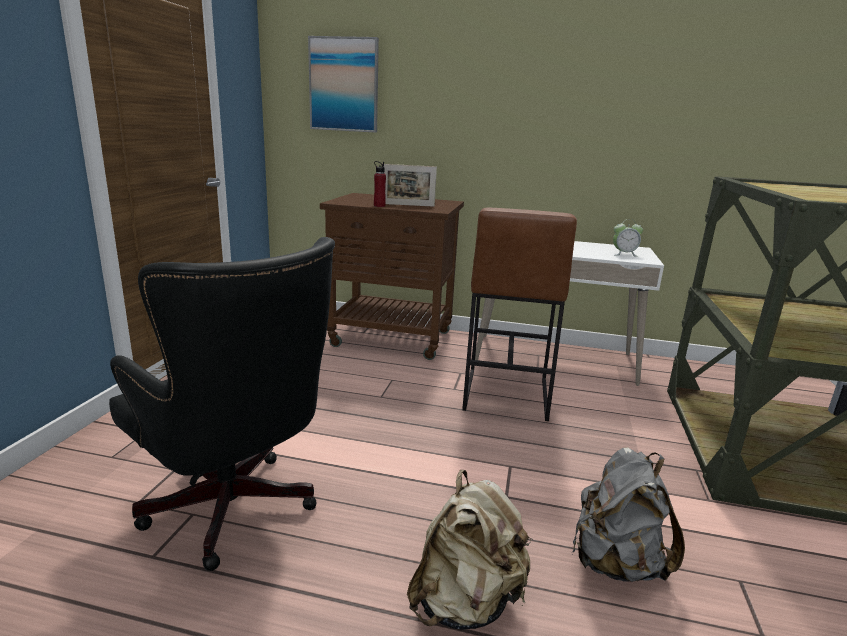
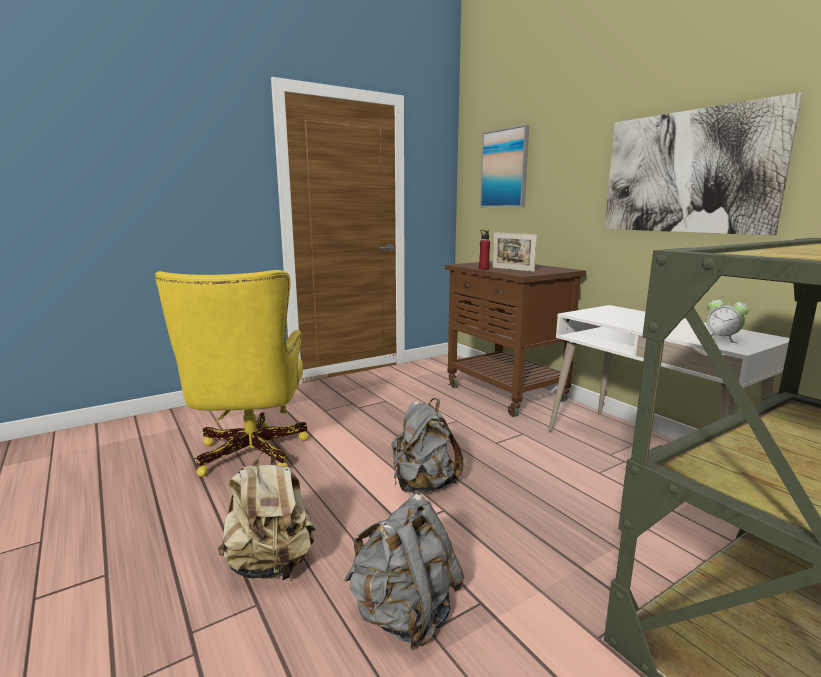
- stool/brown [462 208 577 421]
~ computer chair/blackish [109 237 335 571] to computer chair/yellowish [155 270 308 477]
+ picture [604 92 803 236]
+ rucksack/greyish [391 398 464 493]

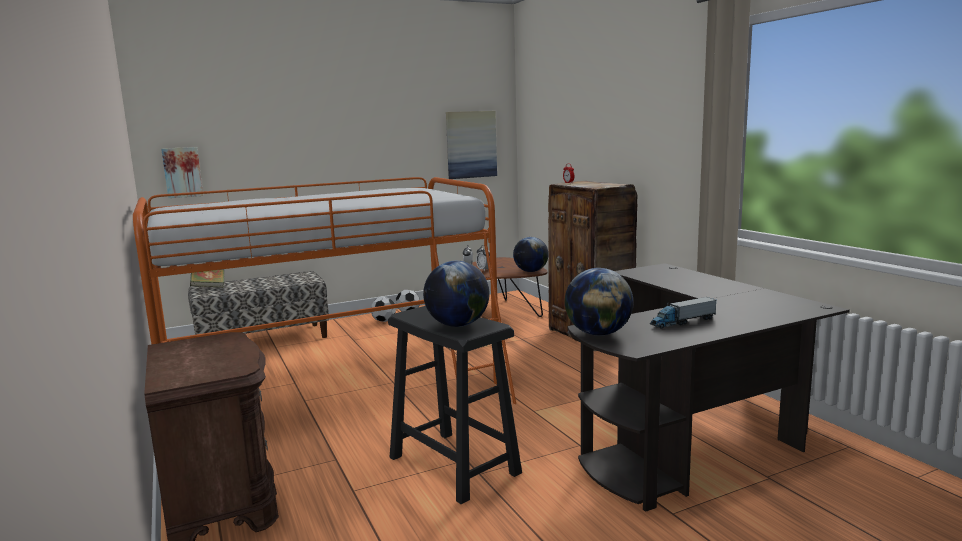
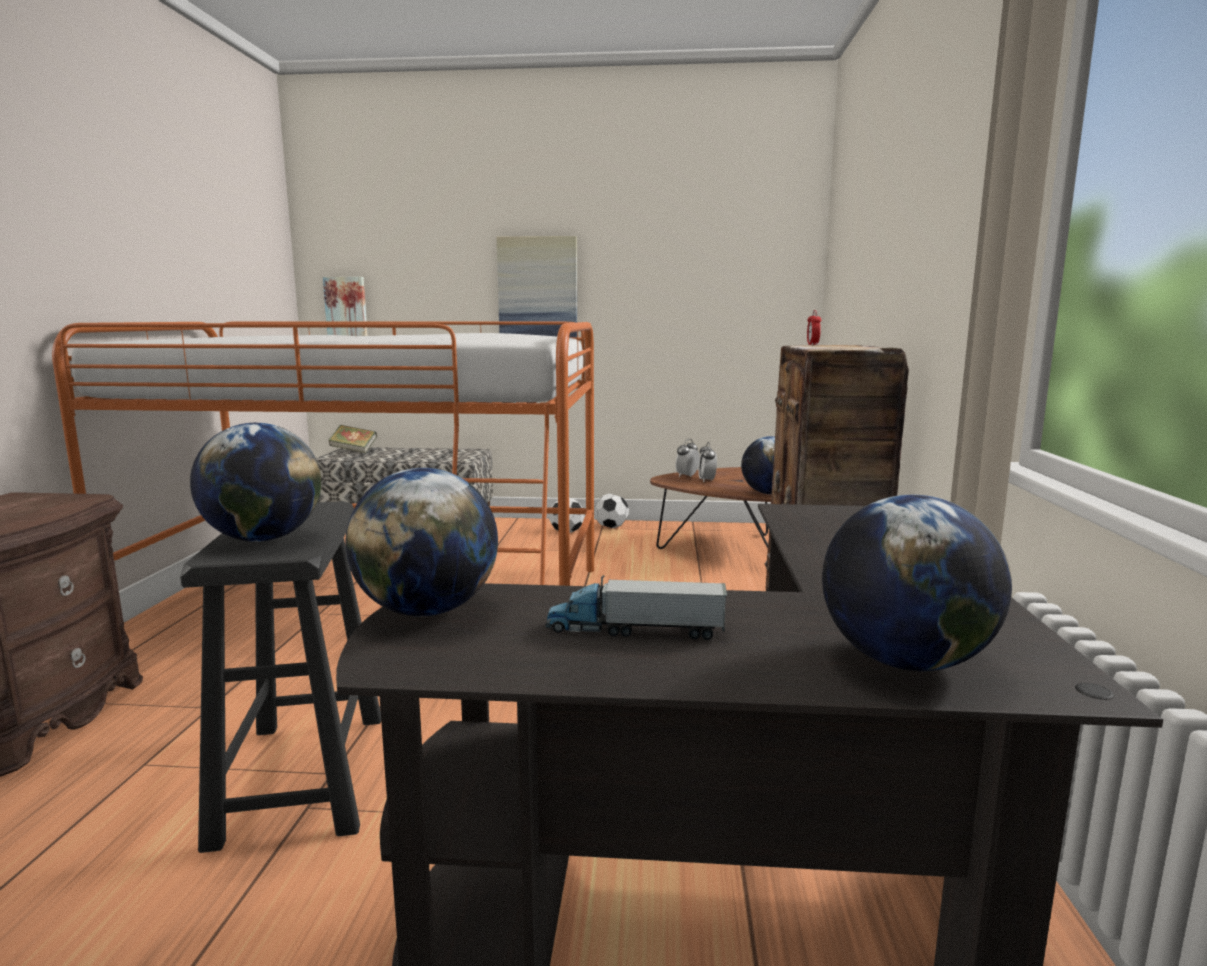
~ picture [446 111 497 179] to [497 236 577 337]
+ desk globe [822 495 1012 671]

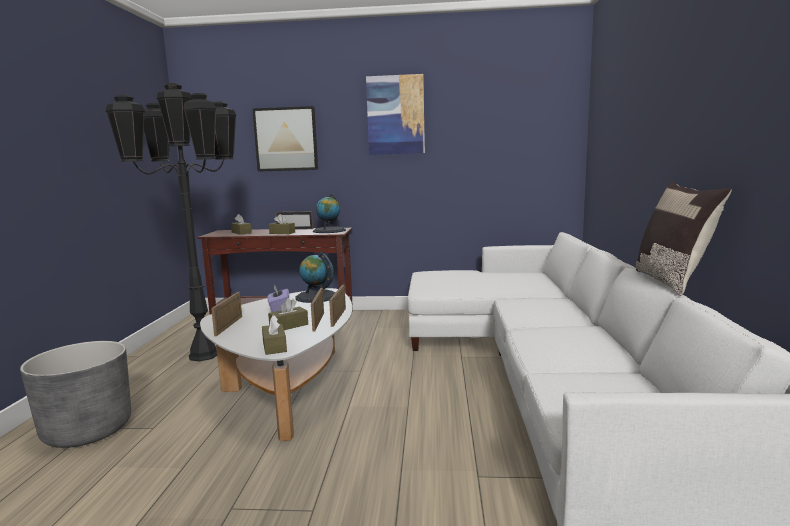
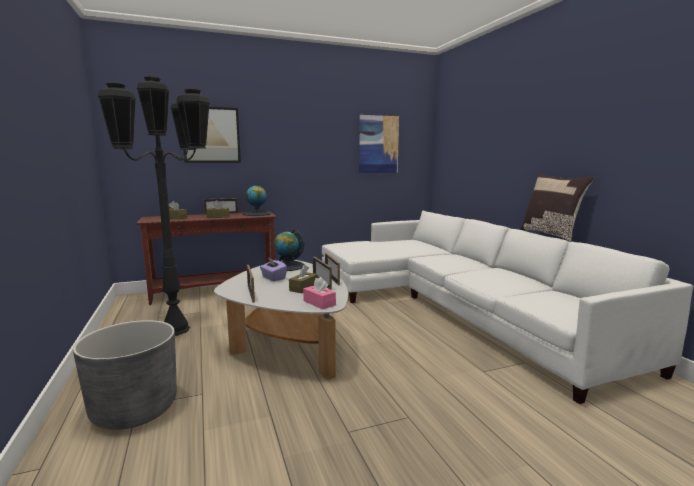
~ picture [366 74 425 155] to [359 115 399 173]
~ box of tissues/brown [262 315 287 355] to box of tissues/pink-coloured [303 277 336 309]

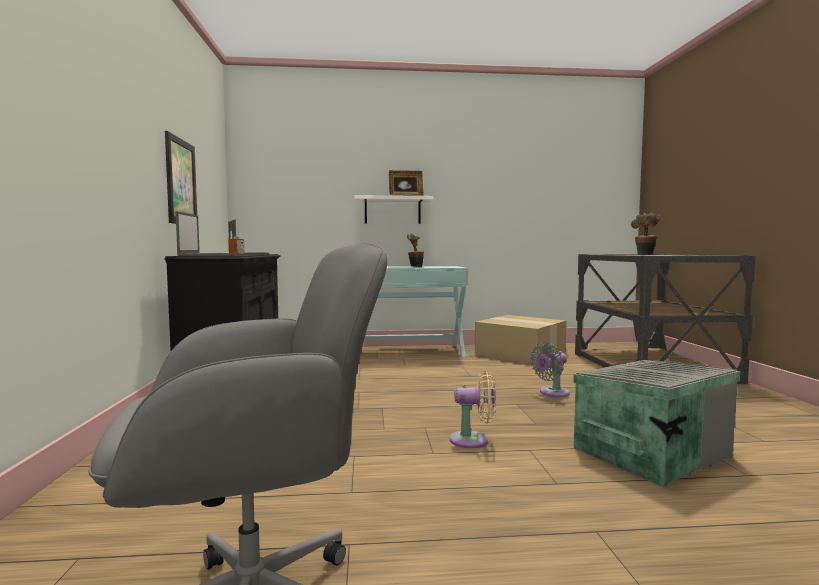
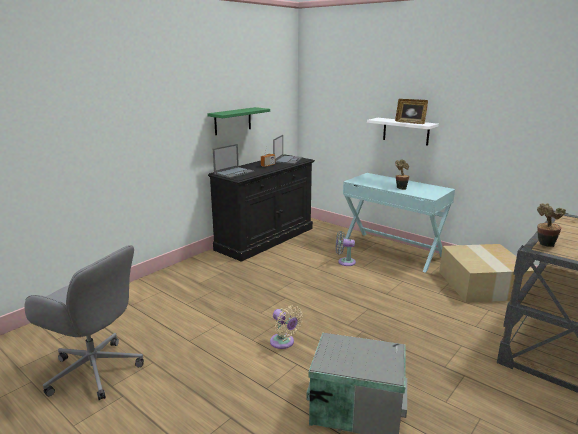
~ picture [165 131 197 224] to wall shelf/green [208 107 270 135]
~ cooling fan/greyish [530 342 570 397] to [336 231 356 266]

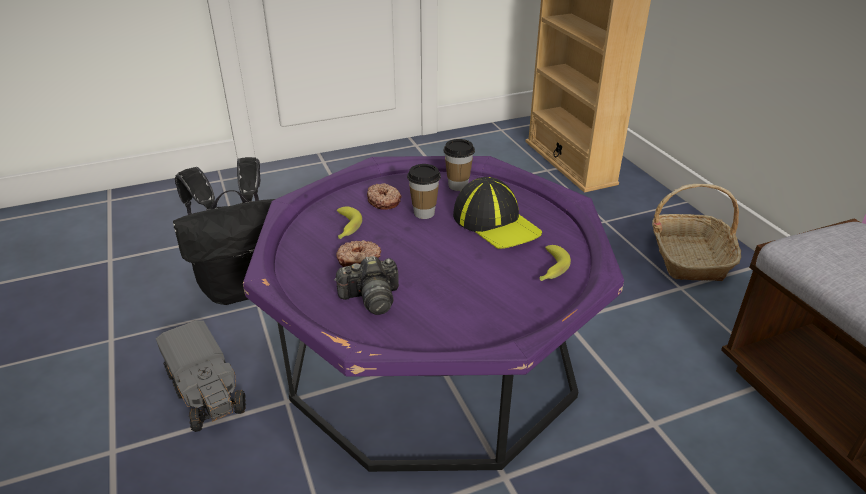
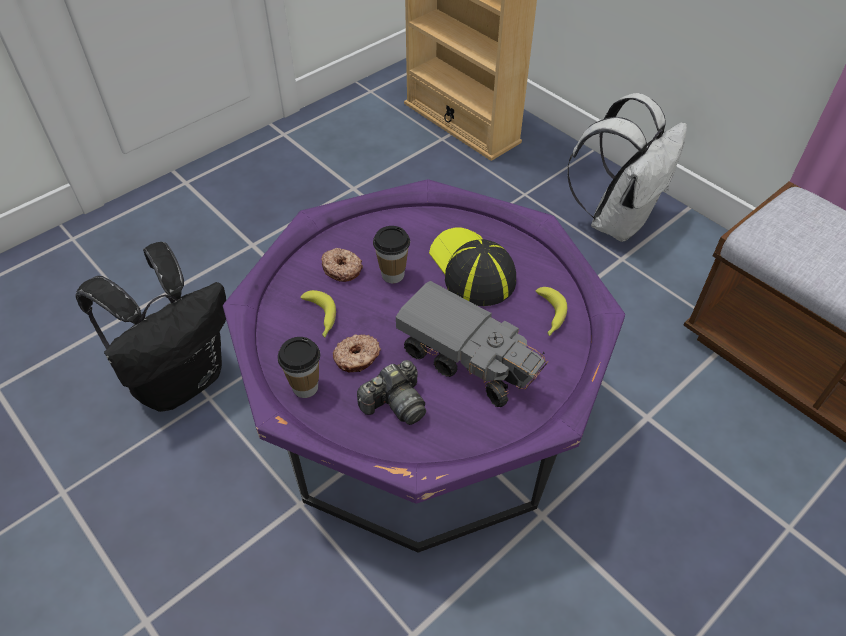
~ small cup [443 139 475 191] to [278 337 320 398]
~ peaked cap [453 177 542 249] = [429 228 516 306] 150 degrees counterclockwise
~ storage basket [652 184 741 281] to rucksack/whitish [567 93 687 242]
~ toy lorry [156 320 246 432] to [396 281 548 407]

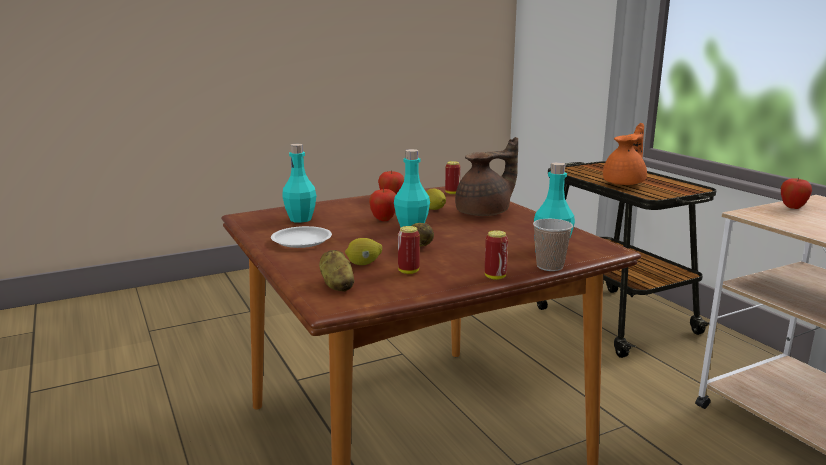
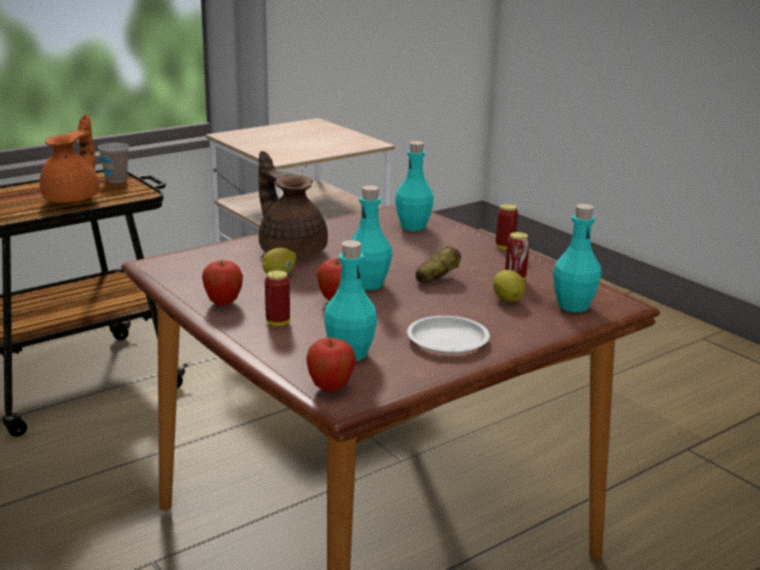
~ teapot/orange [603 123 647 185] = [40 114 100 203] 75 degrees clockwise
~ sealed can [445 161 461 194] to [265 270 290 326]
~ apple [781 177 812 209] to [306 338 356 392]
~ small cup [533 219 573 271] to [98 143 129 183]
~ whole potato [319 250 354 291] to beverage bottle/blue-green [553 204 602 312]

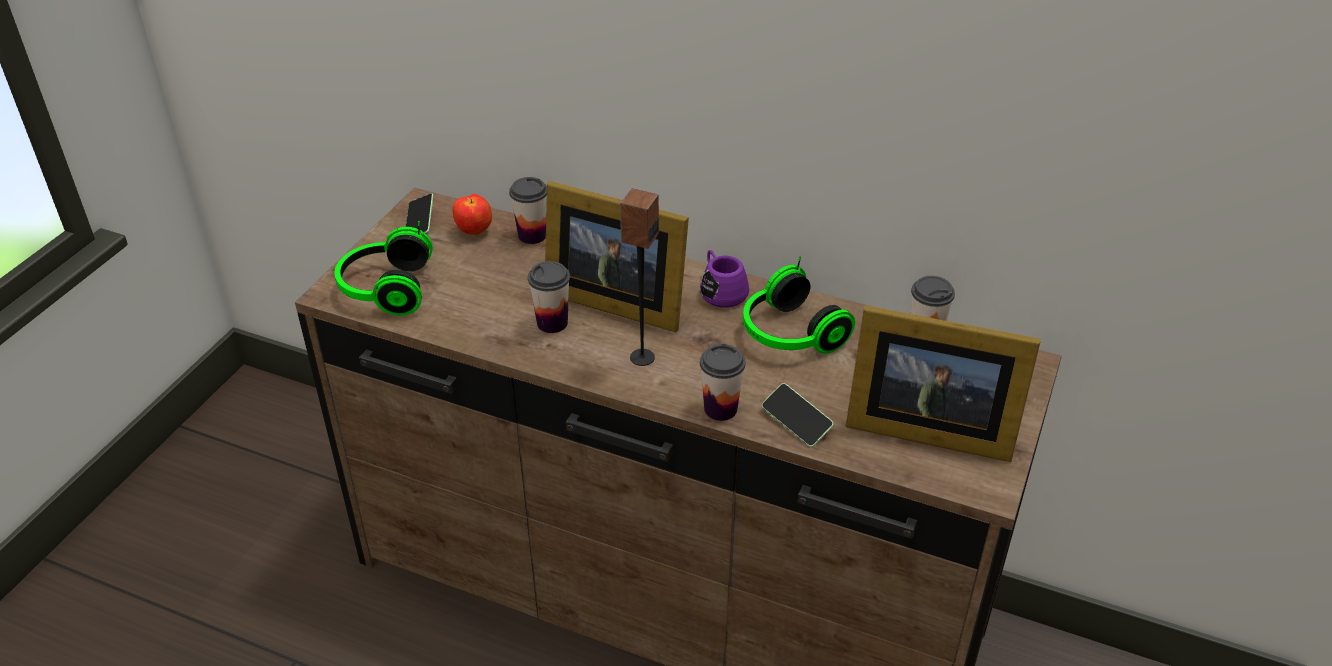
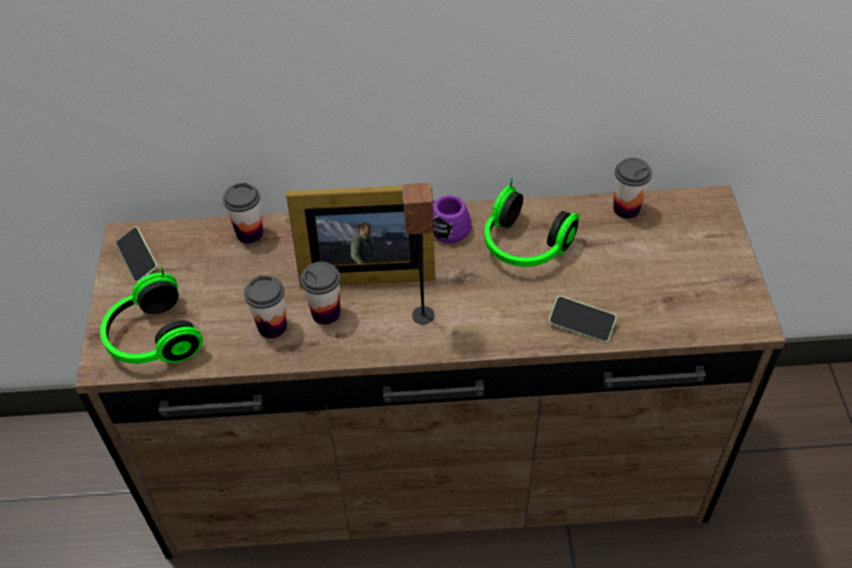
- apple [453 194 492 235]
- standing frame [846 305 1041 462]
~ small cup [700 344 745 421] to [244 275 287 338]

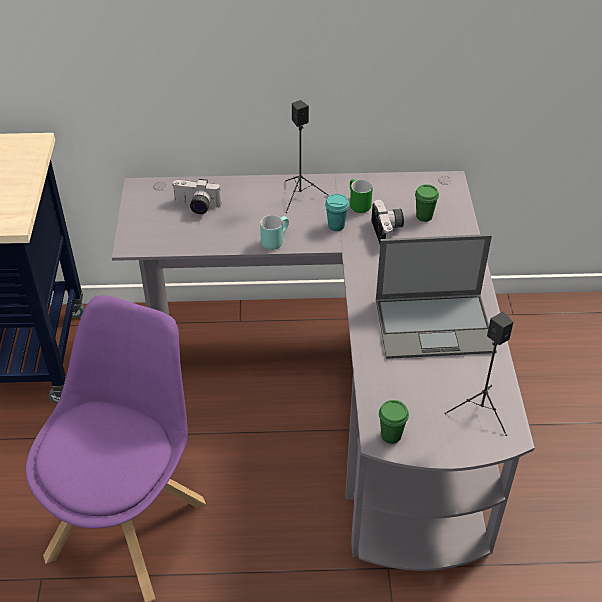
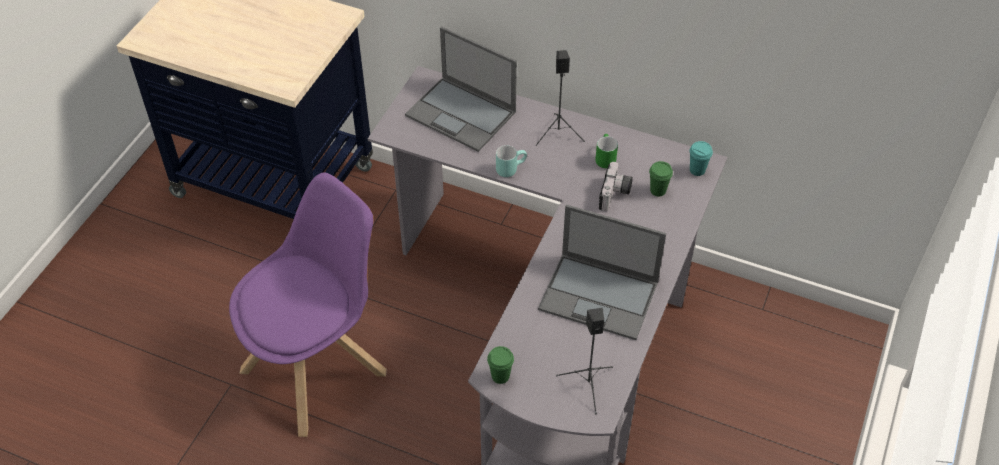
~ still camera [172 179 221 214] to laptop [405 26 517 152]
~ small cup/blue-green [325 194 349 231] to [689 141 713 176]

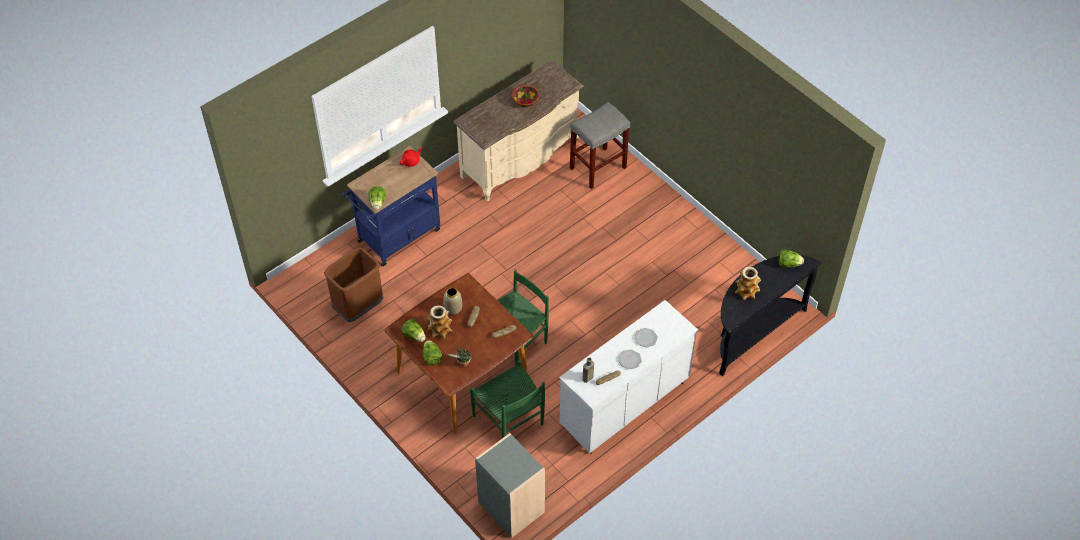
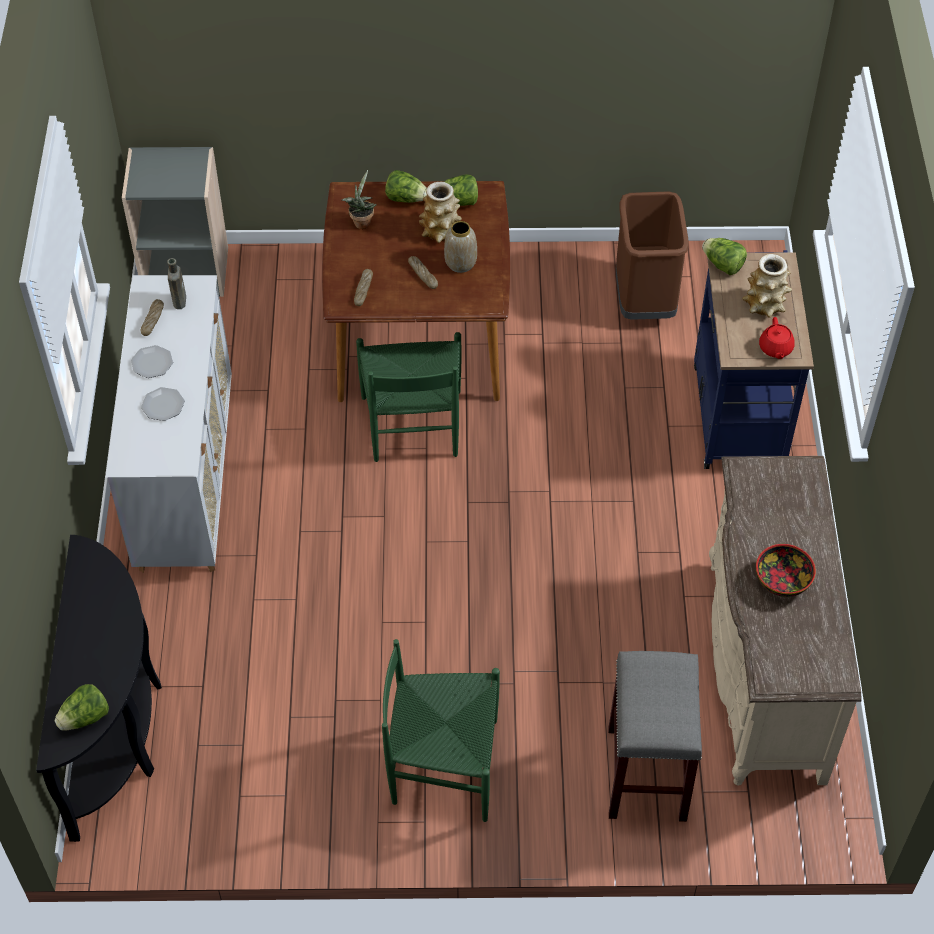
~ flower vase [735 267 761 300] to [742 254 792 318]
~ chair/green [470 360 545 438] to [382 639 500 822]

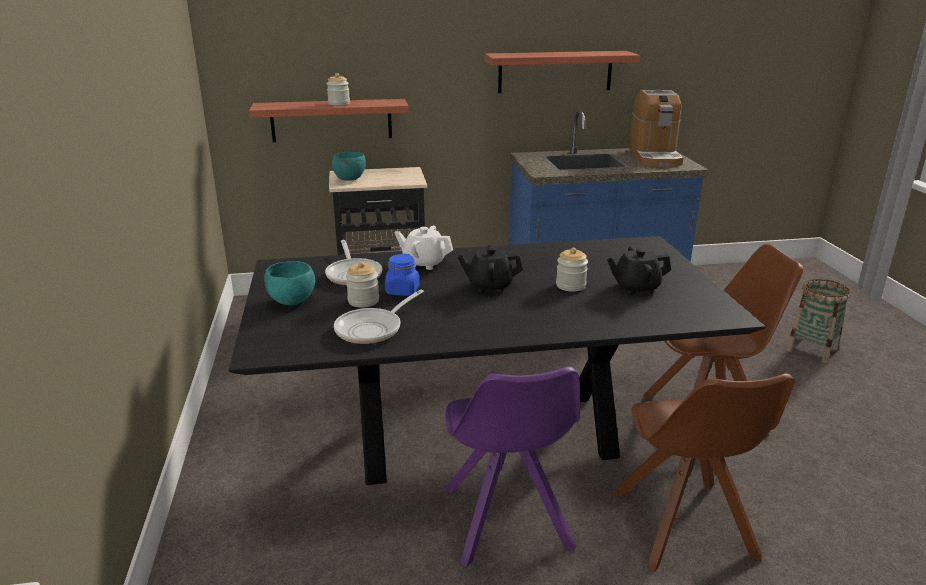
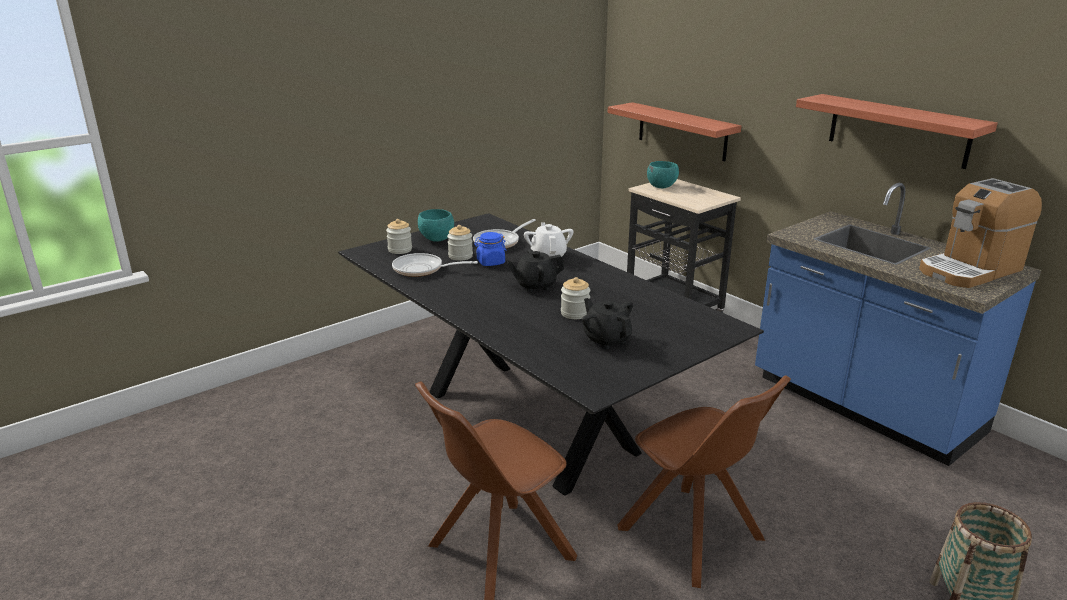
~ jar [327 73 350 105] to [386 219 412 254]
~ teapot/blackish [457 245 523 292] = [506 249 564 292] 75 degrees counterclockwise
- chair/purple-coloured [444 367 580 567]

